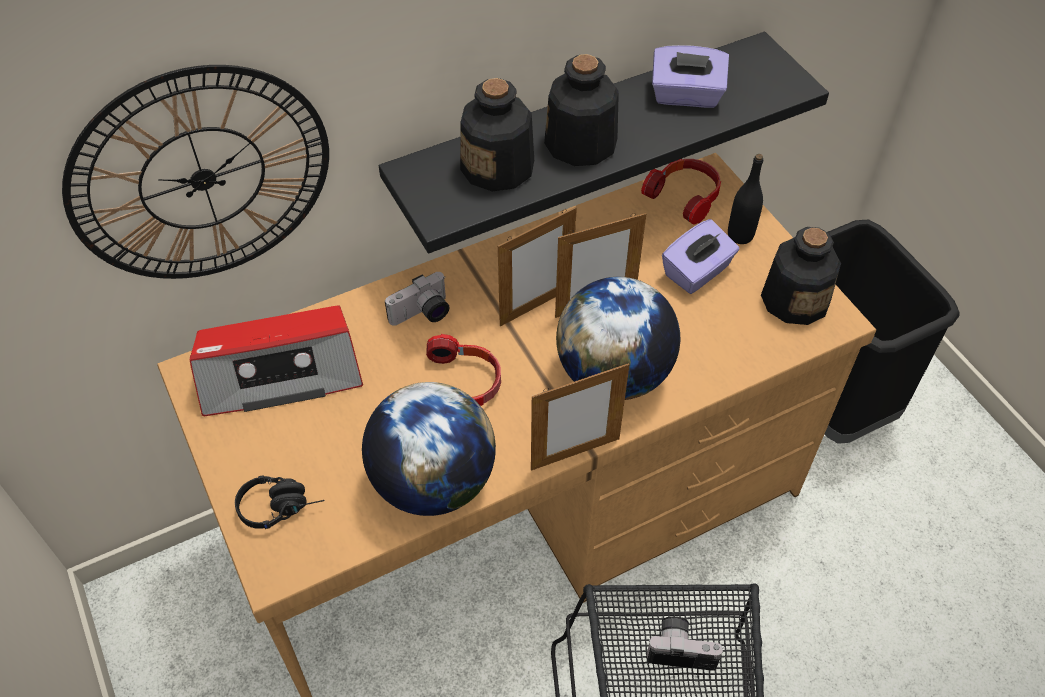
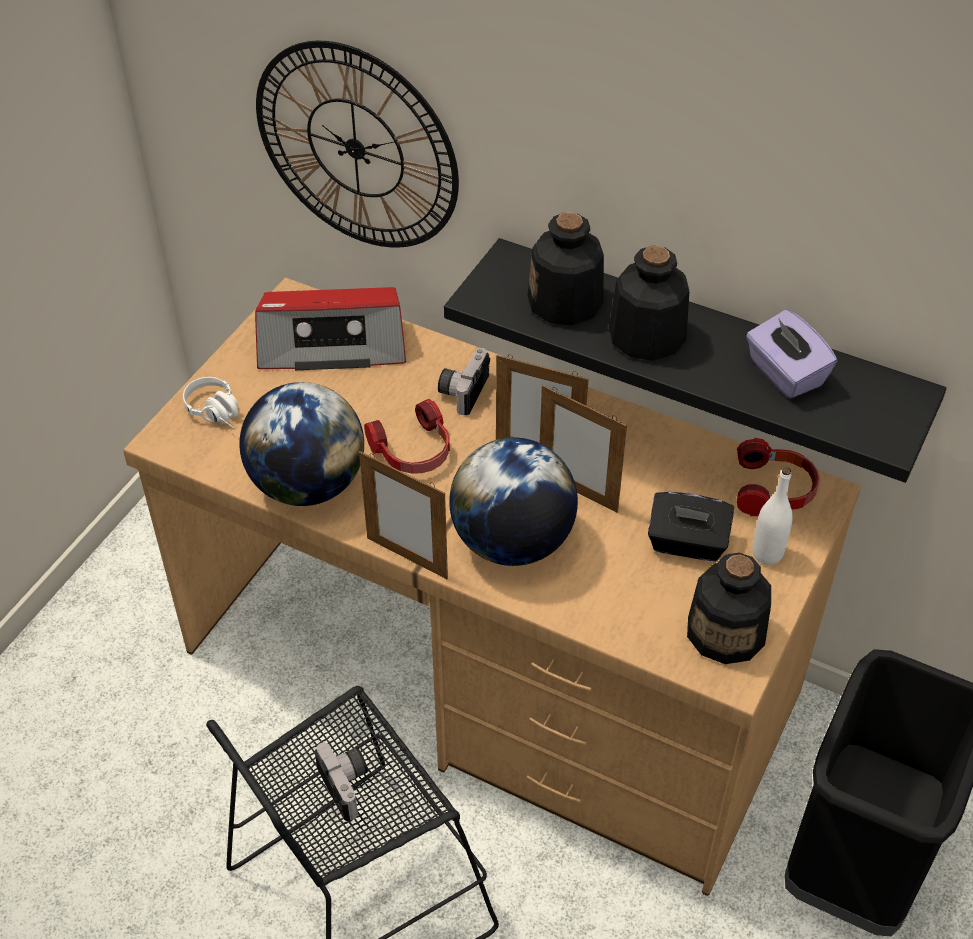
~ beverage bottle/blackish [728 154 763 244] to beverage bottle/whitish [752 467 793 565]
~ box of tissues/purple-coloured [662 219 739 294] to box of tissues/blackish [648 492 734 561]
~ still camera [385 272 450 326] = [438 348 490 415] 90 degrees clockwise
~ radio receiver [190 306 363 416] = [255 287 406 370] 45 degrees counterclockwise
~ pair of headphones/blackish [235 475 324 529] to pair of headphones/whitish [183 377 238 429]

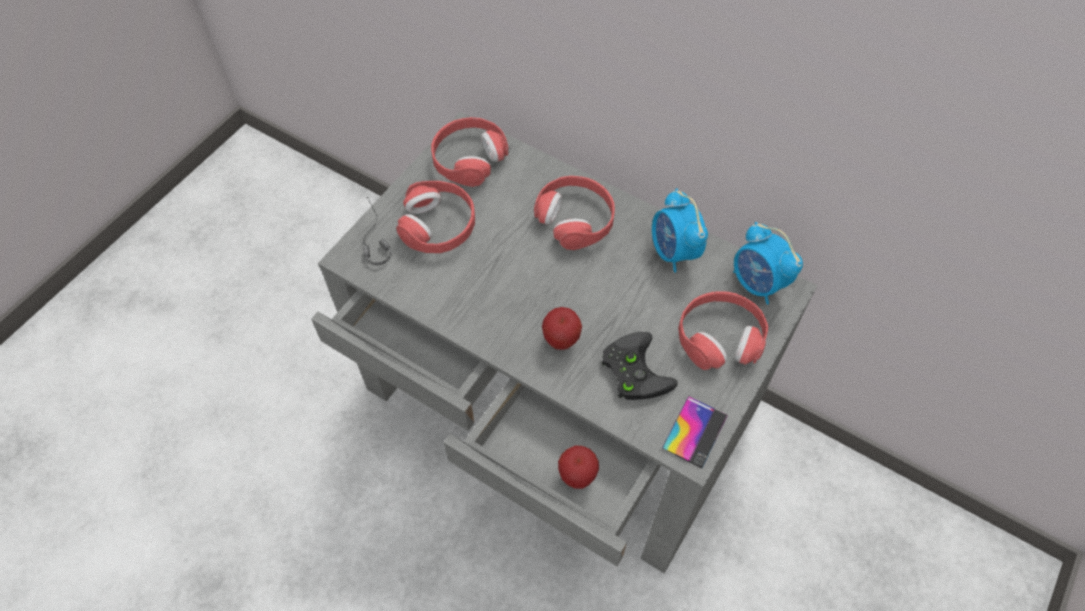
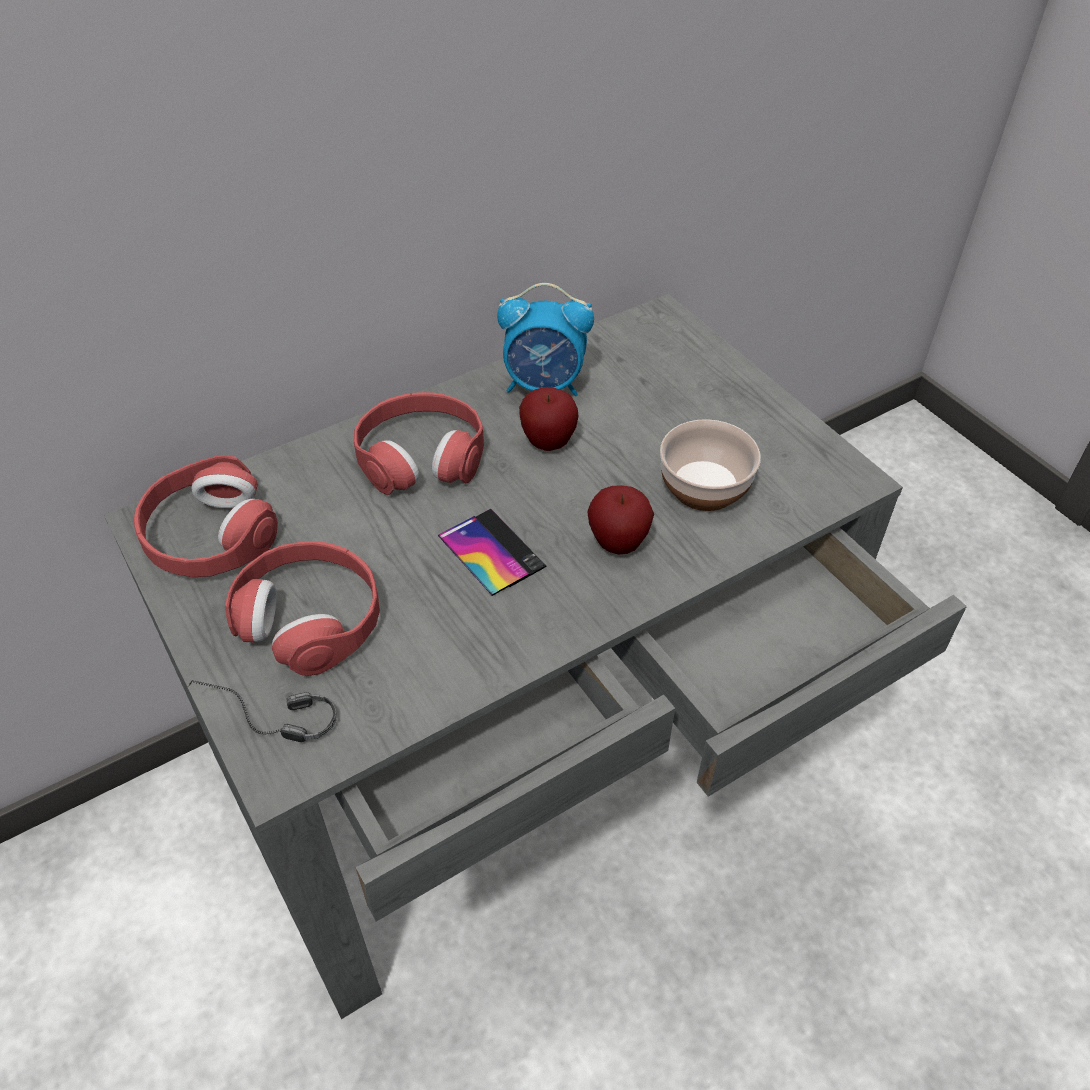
- alarm clock [733 222 803 305]
- pair of headphones/reddish [678 291 768 370]
~ game controller/blackish [602 332 678 400] to serving bowl [660 419 761 511]
~ phone [662 396 728 469] to [438 509 546 596]
~ apple [558 446 599 489] to [519 387 578 451]

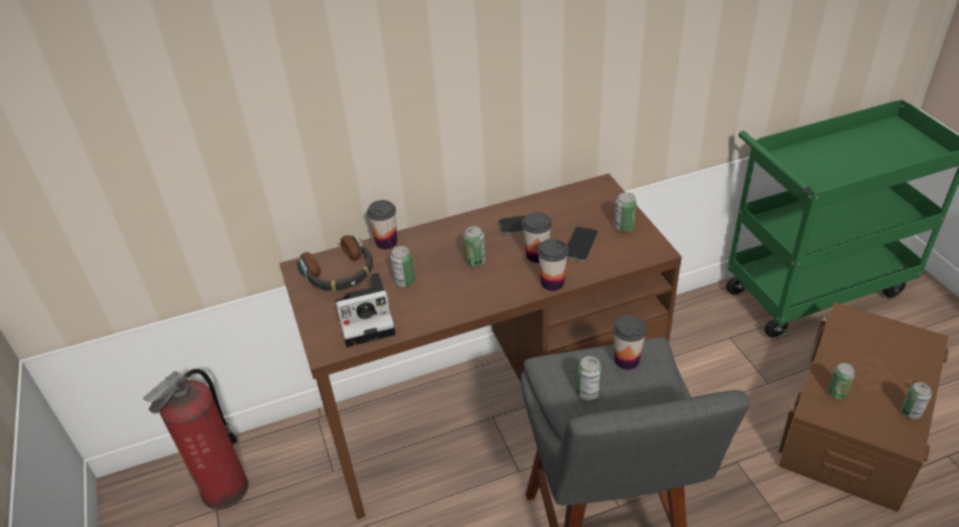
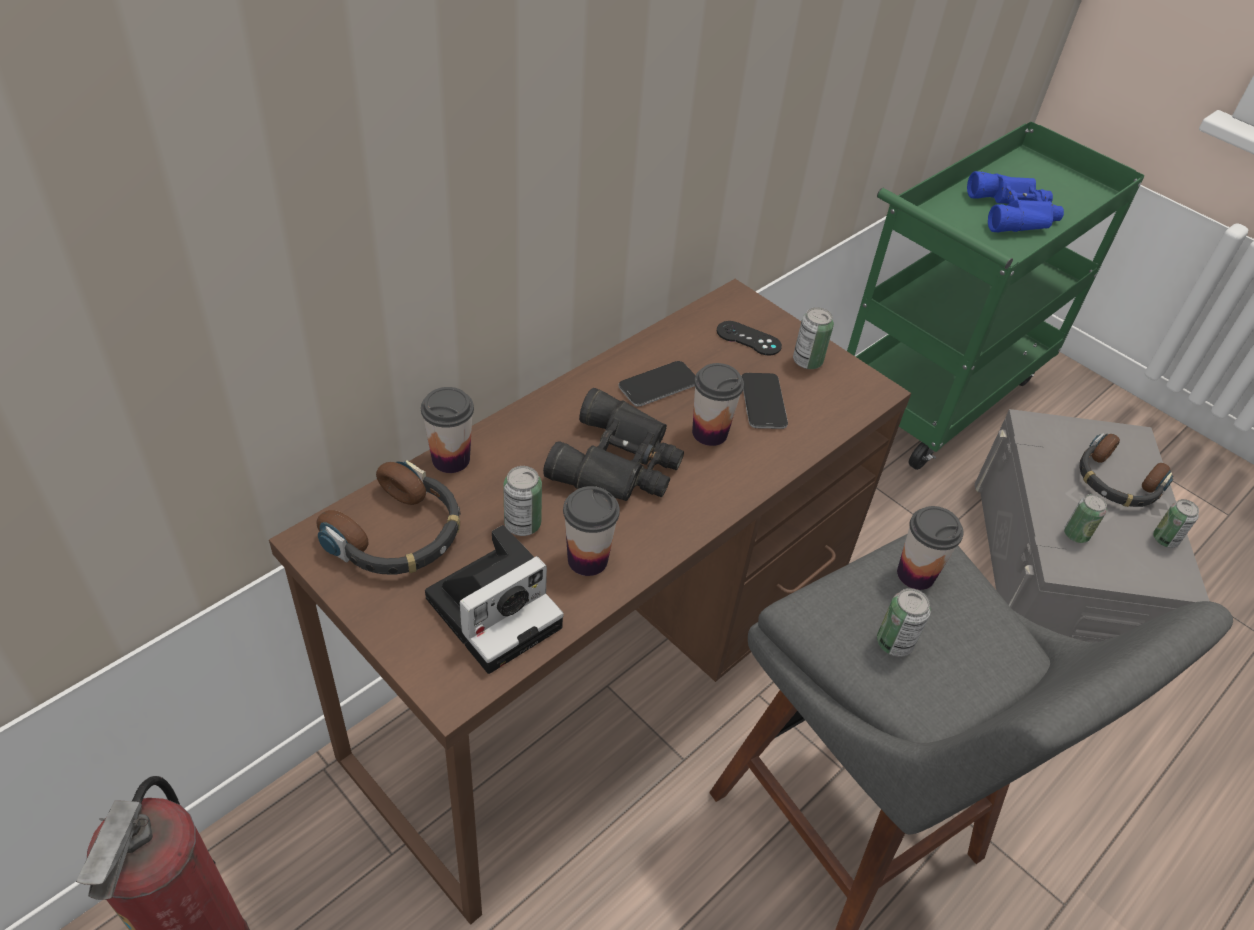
~ sealed can [463 226 486 267] to pair of binoculars/blackish [543 388 684 501]
~ small cup [537 239 569 291] to [563 486 620 576]
~ storage bin/brown [777 302 949 512] to storage bin/greyish [975 409 1209 643]
+ pair of binoculars/blue [967 171 1064 232]
+ game controller/blackish [717 321 782 356]
+ pair of headphones [1079 433 1173 507]

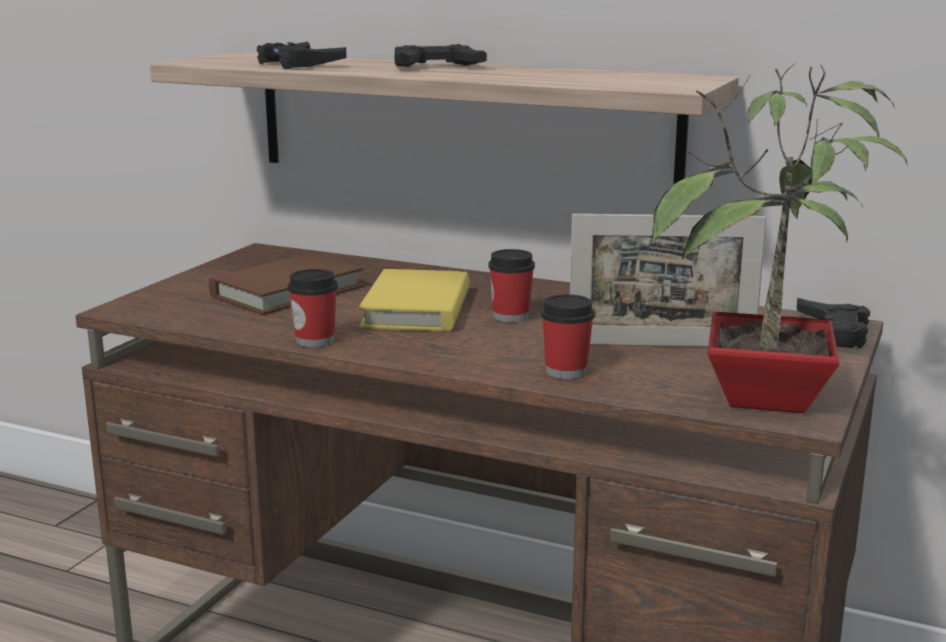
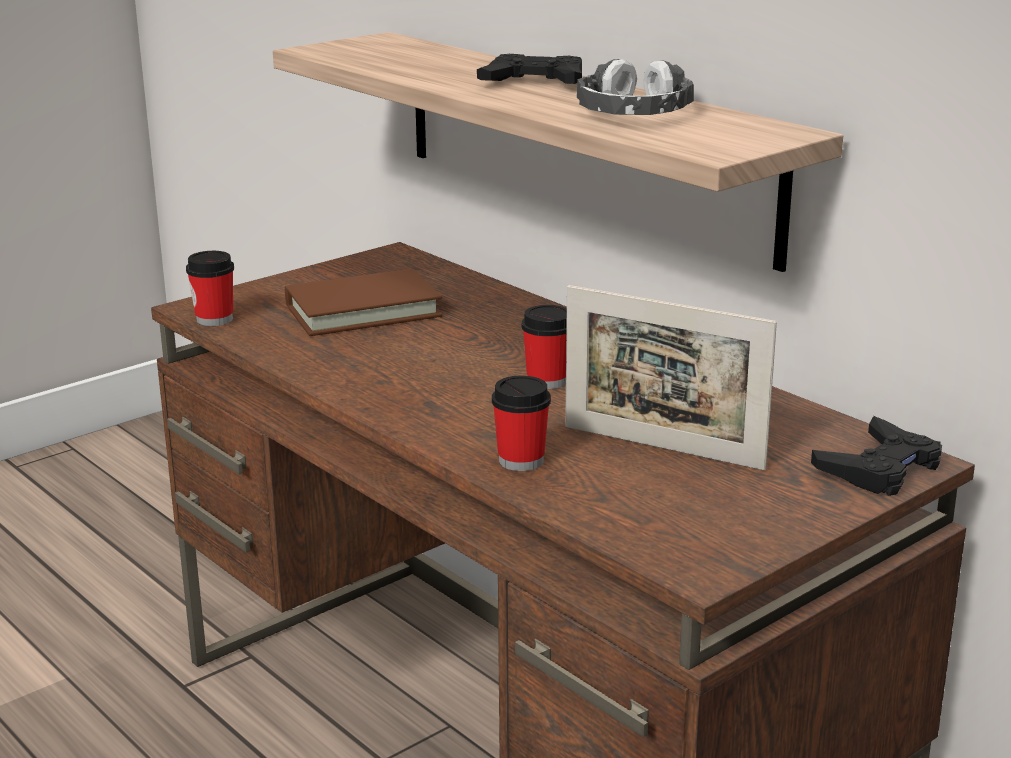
- game controller/blackish [257 42 347 69]
- houseplant [651 63 908 413]
~ small cup [288 269 338 347] to [186 251 234 326]
- volume/yellowish [358 269 470 331]
+ pair of headphones [577 59 694 115]

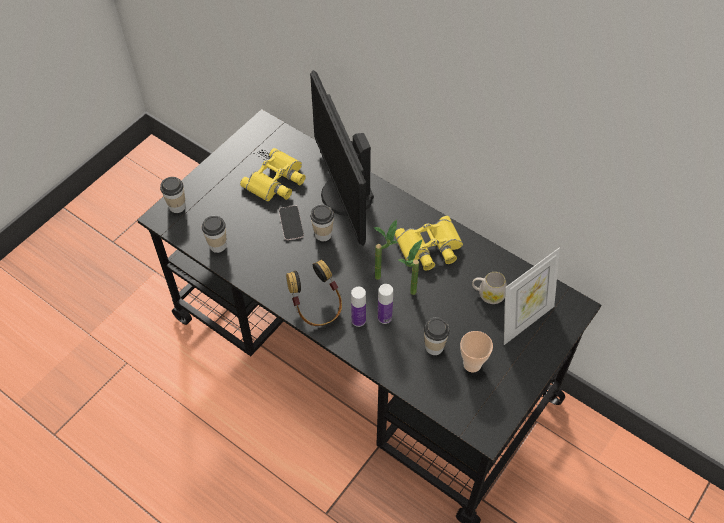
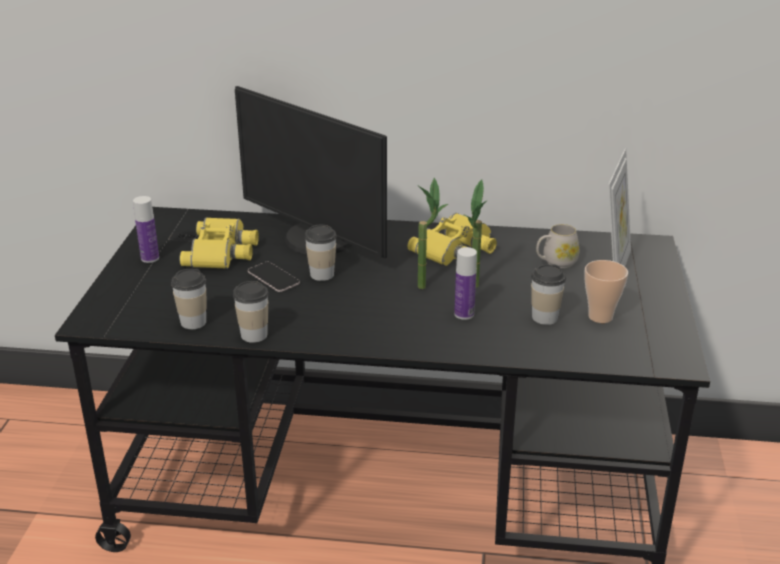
~ small cup [160 177 186 213] to [233 281 269 343]
- pair of headphones [286 260 342 326]
~ beverage bottle [351 287 366 327] to [133 196 159 263]

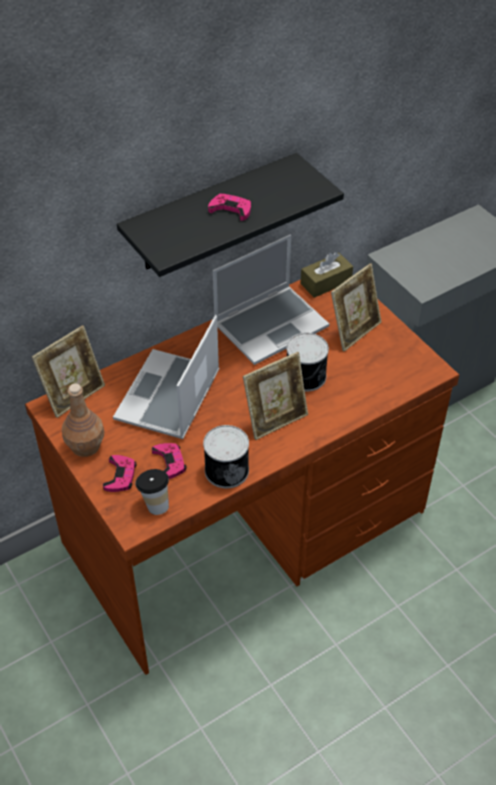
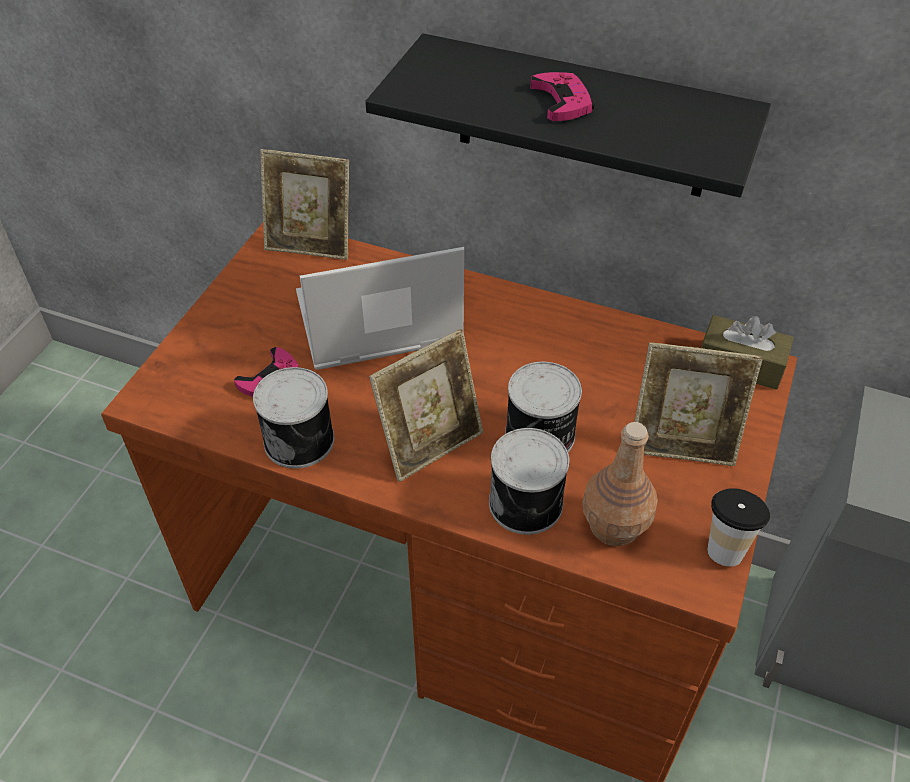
- laptop [213 235 329 365]
~ standing frame [243 352 308 440] = [369 329 483 482] 60 degrees counterclockwise
~ beverage bottle/brown [62 383 104 457] to [582 422 658 546]
- game controller/pink-coloured [103 455 137 492]
~ small cup [135 469 169 515] to [707 488 770 567]
+ sealed can [489 428 569 535]

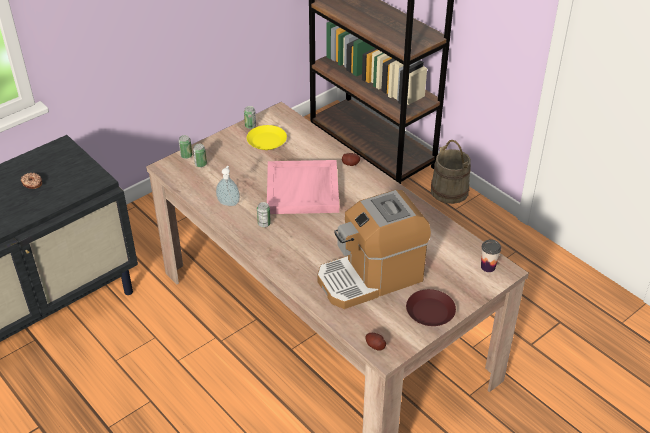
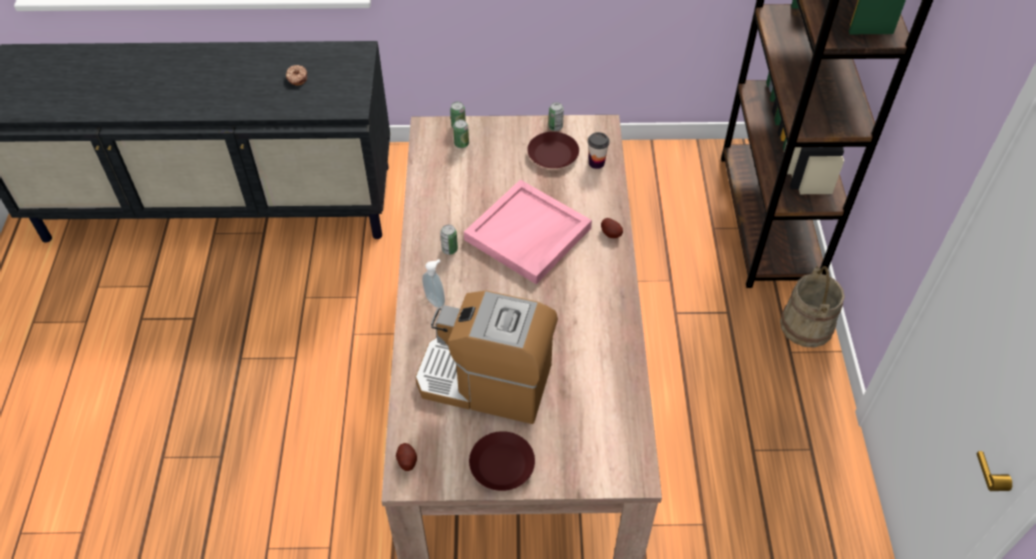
~ plate/yellowish [247 125 287 150] to plate/brown [527 132 579 168]
~ liquid soap bottle [216 166 240 206] to [422 259 445 308]
~ small cup [481 239 501 272] to [588 132 609 169]

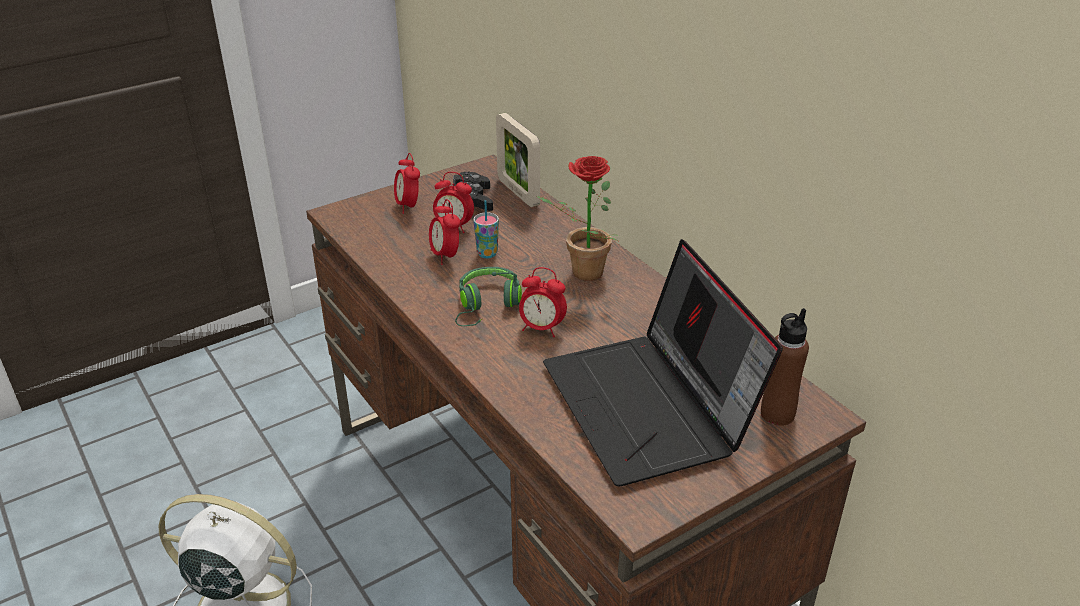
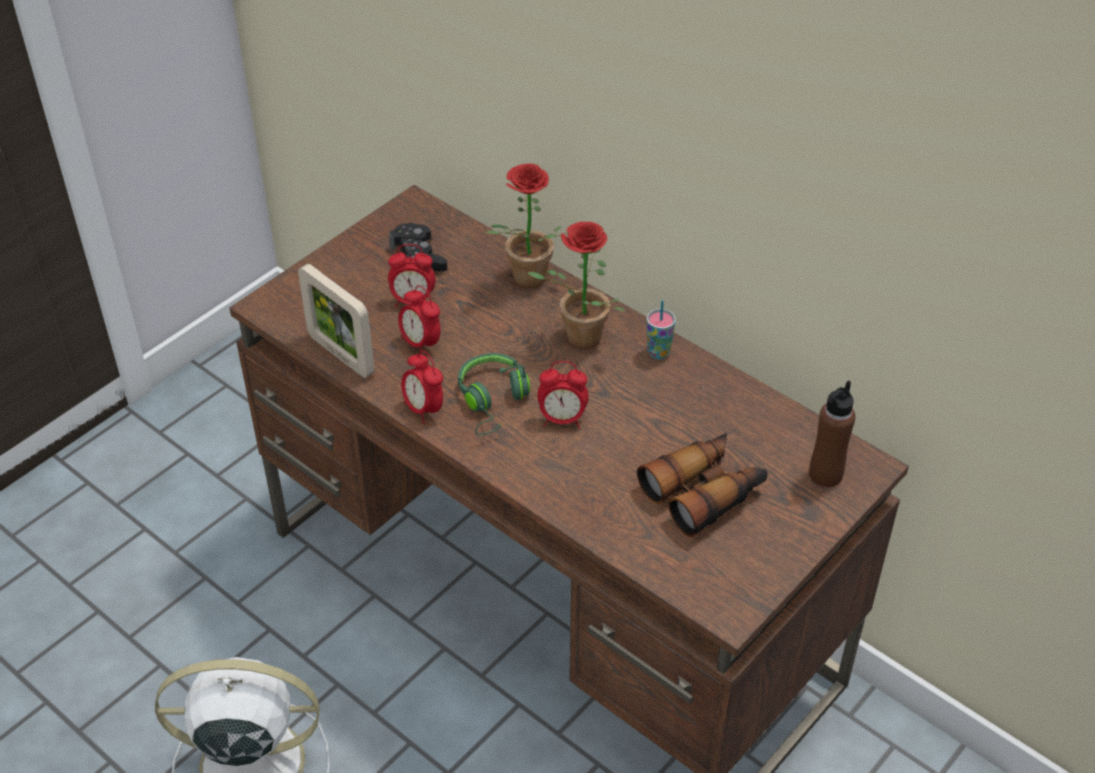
~ standing frame [496 113 540 207] to [298 264 375 378]
~ alarm clock [394 153 420 214] to [401 350 443 424]
~ small cup [473 200 499 258] to [646 300 676 359]
~ laptop [543 239 783 486] to pair of binoculars [637 433 768 537]
+ houseplant [486 163 568 288]

